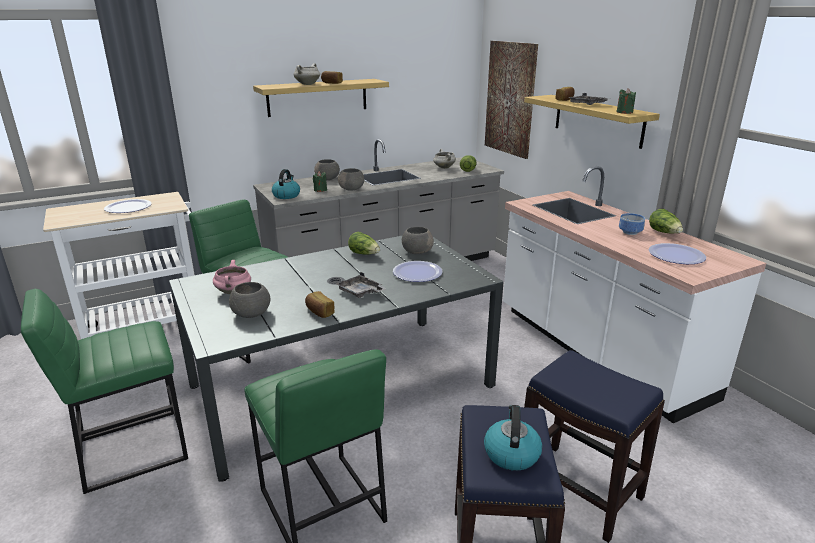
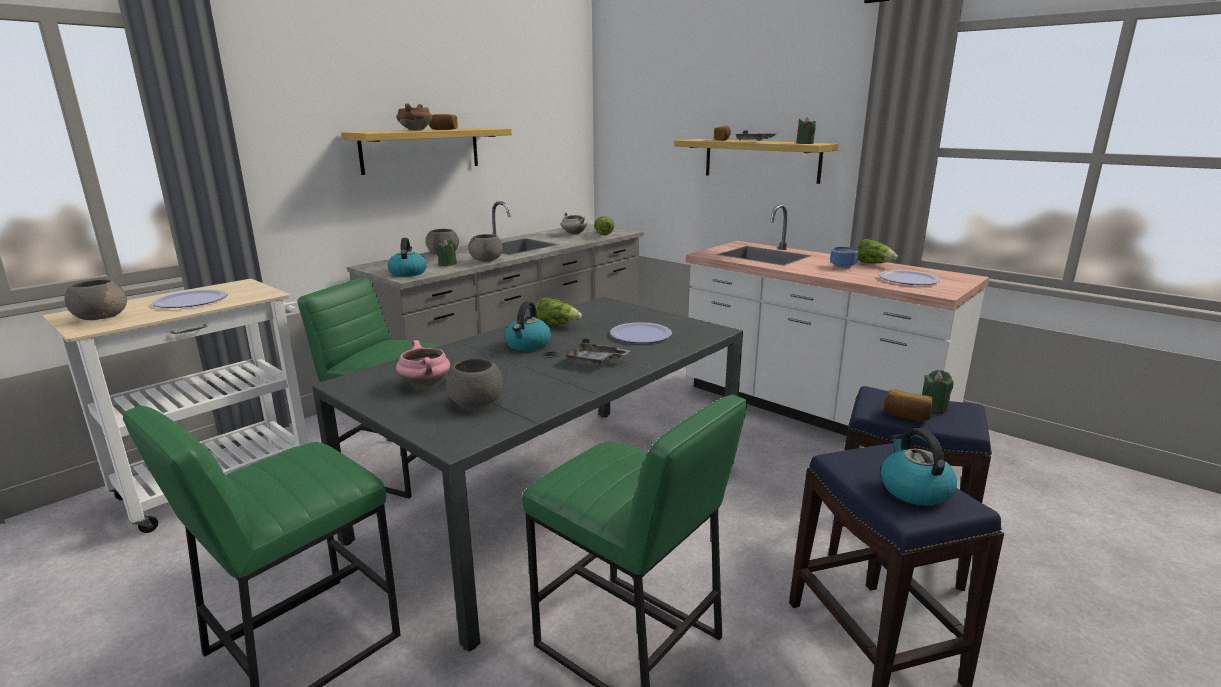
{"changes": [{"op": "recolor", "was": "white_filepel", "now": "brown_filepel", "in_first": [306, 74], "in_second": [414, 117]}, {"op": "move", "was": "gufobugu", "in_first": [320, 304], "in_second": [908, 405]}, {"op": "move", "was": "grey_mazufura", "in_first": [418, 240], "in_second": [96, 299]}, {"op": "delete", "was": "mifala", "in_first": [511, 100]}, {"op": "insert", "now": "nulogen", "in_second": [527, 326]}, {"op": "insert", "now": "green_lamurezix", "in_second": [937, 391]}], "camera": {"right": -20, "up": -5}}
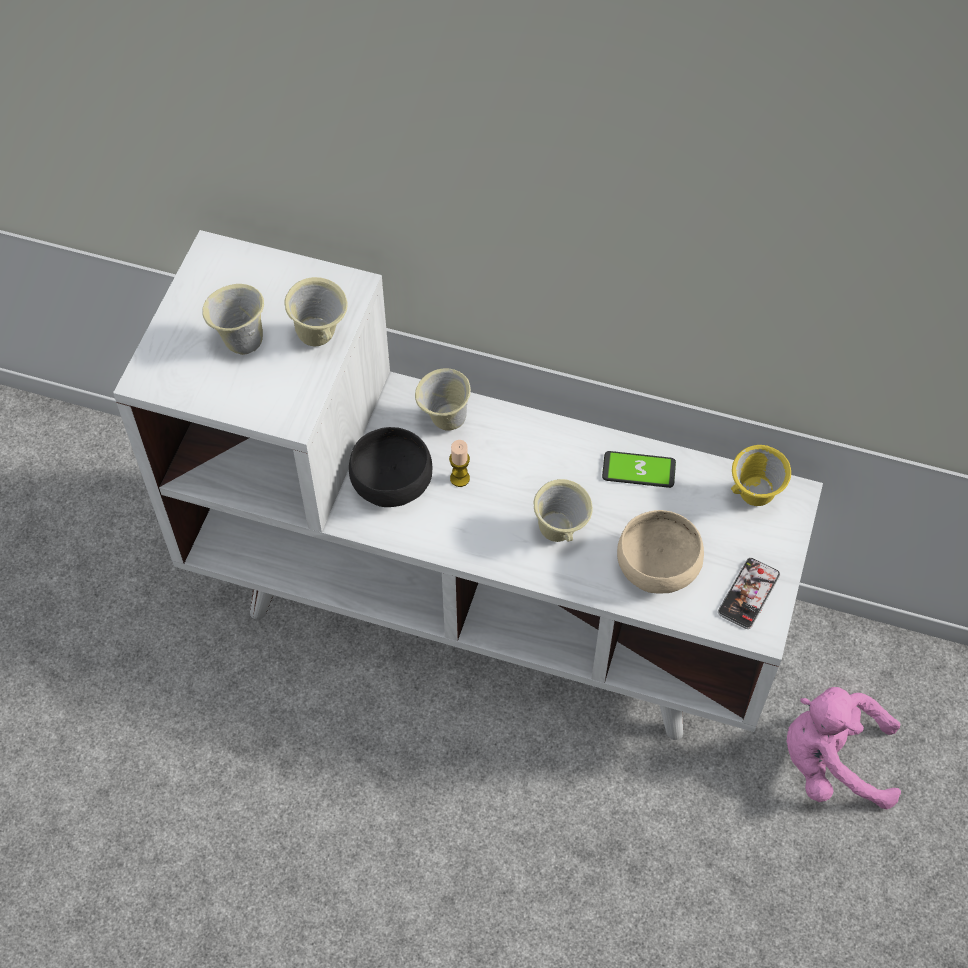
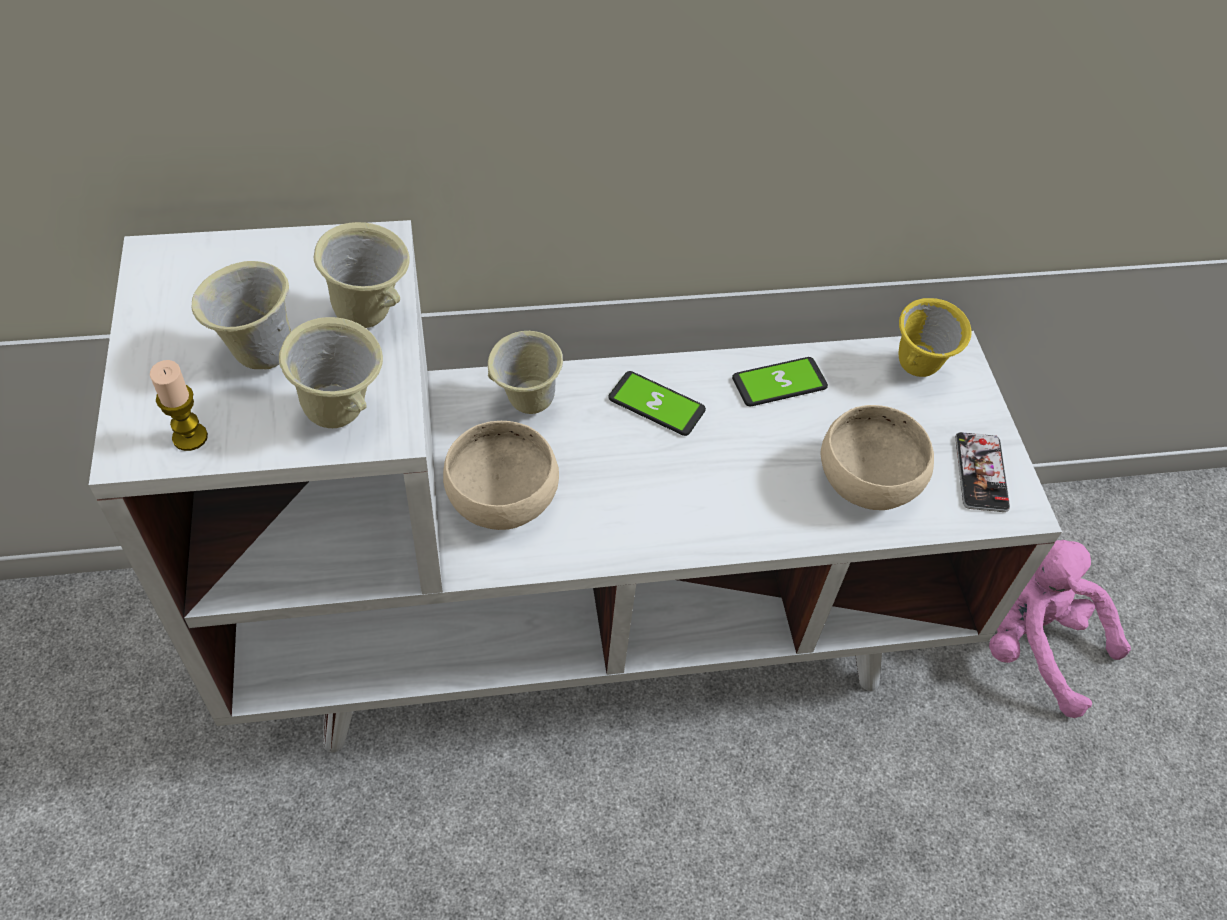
{"changes": [{"op": "recolor", "was": "black_mazufura", "now": "beige_mazufura", "in_first": [390, 467], "in_second": [501, 475]}, {"op": "move", "was": "lamurezix", "in_first": [459, 463], "in_second": [179, 405]}, {"op": "move", "was": "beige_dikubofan", "in_first": [563, 510], "in_second": [331, 372]}, {"op": "rotate", "was": "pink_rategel", "in_first": [843, 748], "in_second": [1060, 629], "clockwise": 60}, {"op": "insert", "now": "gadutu", "in_second": [657, 403]}], "camera": {"right": -30, "up": -5}}
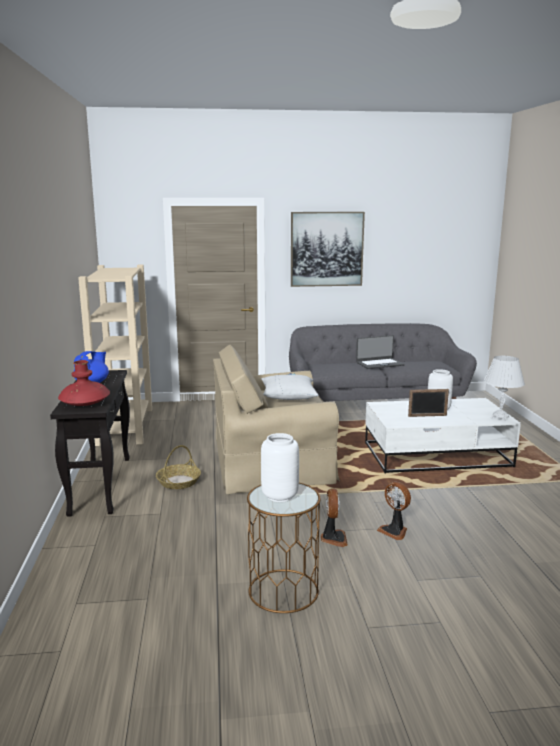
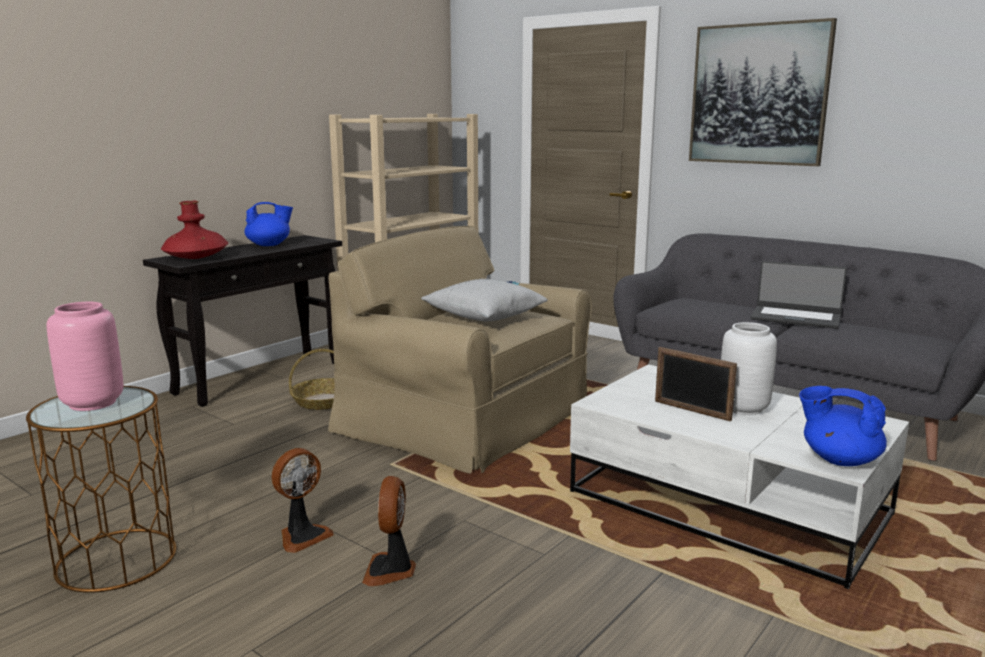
{"changes": [{"op": "recolor", "was": "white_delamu", "now": "pink_delamu", "in_first": [280, 467], "in_second": [85, 356]}, {"op": "replace", "was": "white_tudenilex", "now": "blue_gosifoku", "in_first": [504, 388], "in_second": [843, 426]}], "camera": {"right": 45, "up": 0}}
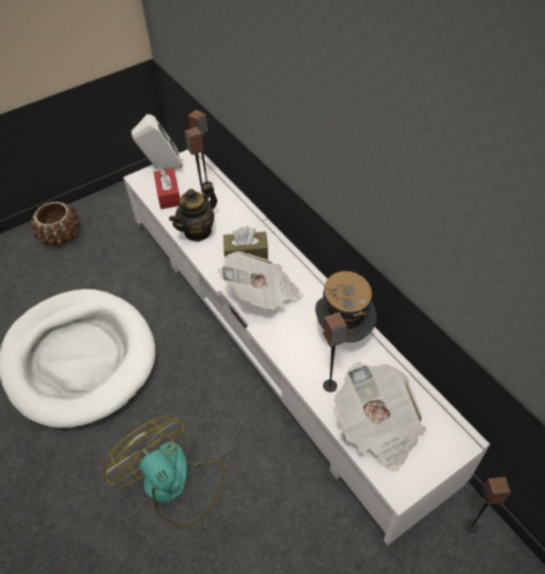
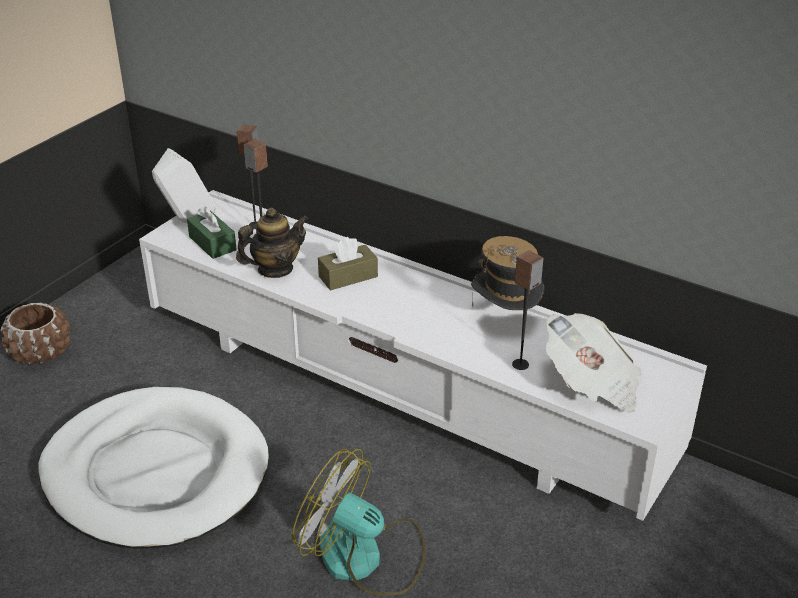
{"changes": [{"op": "recolor", "was": "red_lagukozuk", "now": "green_lagukozuk", "in_first": [167, 188], "in_second": [212, 233]}, {"op": "rotate", "was": "gosifoku", "in_first": [193, 213], "in_second": [272, 242], "clockwise": -135}, {"op": "delete", "was": "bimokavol", "in_first": [260, 281]}, {"op": "delete", "was": "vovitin", "in_first": [488, 505]}], "camera": {"right": -25, "up": -15}}
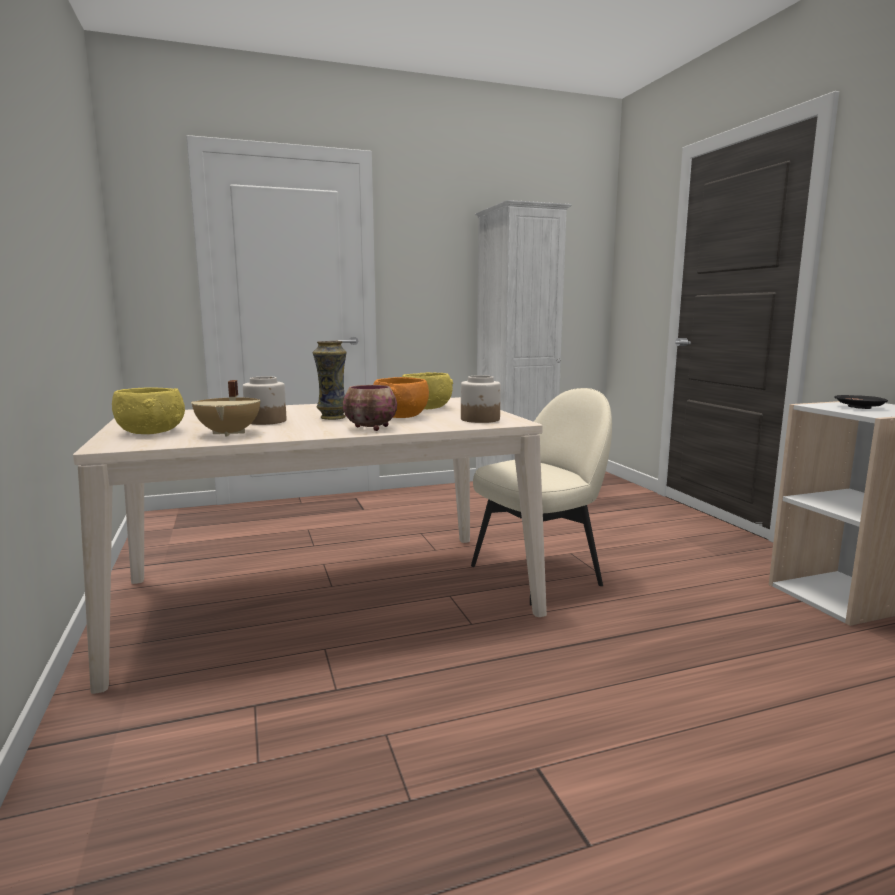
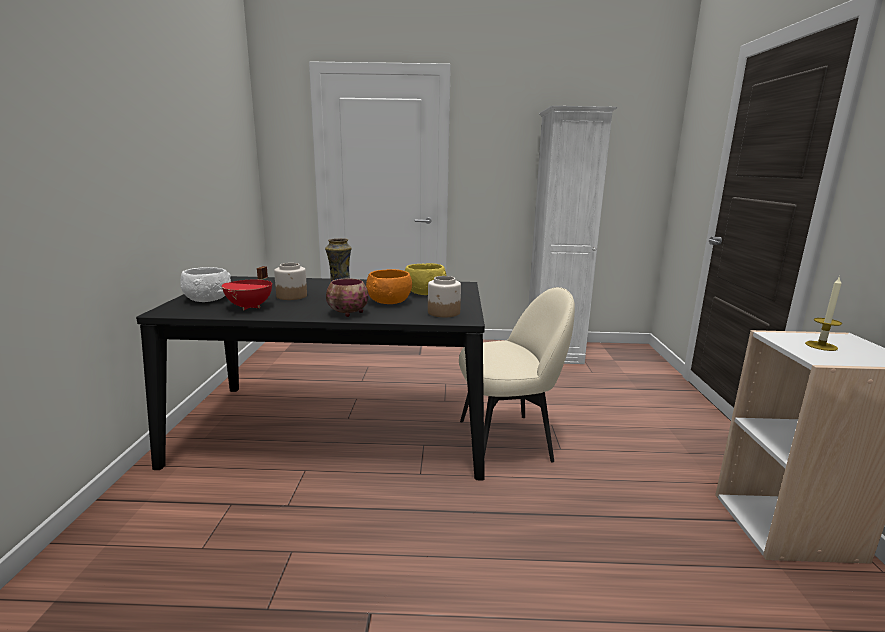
{"changes": [{"op": "recolor", "was": "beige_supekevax", "now": "black_supekevax", "in_first": [310, 545], "in_second": [310, 378]}, {"op": "recolor", "was": "yellow_mazufura", "now": "white_mazufura", "in_first": [148, 410], "in_second": [206, 284]}, {"op": "recolor", "was": "beige_filepel", "now": "red_filepel", "in_first": [226, 408], "in_second": [247, 288]}, {"op": "replace", "was": "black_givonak", "now": "lamurezix", "in_first": [861, 402], "in_second": [823, 313]}], "camera": {"right": 20, "up": 5}}
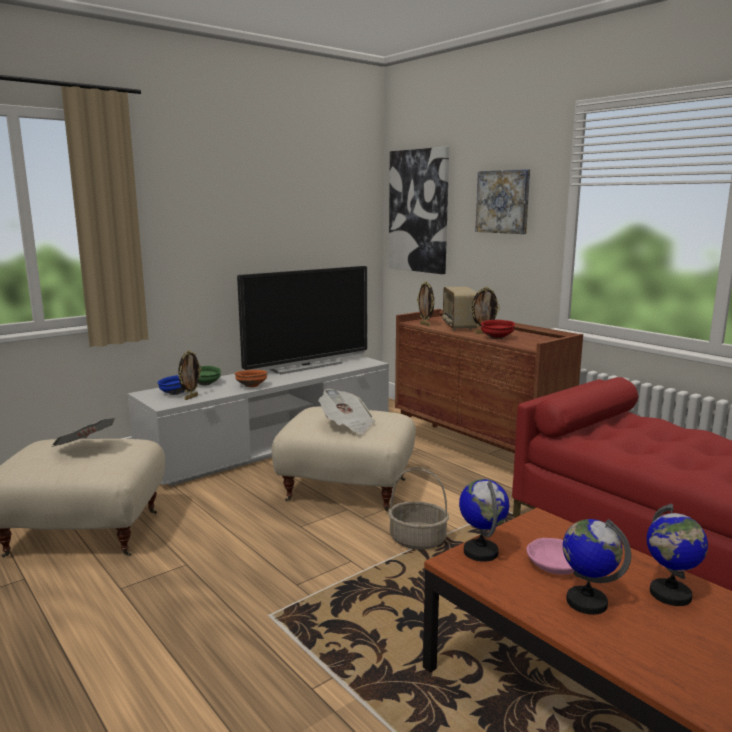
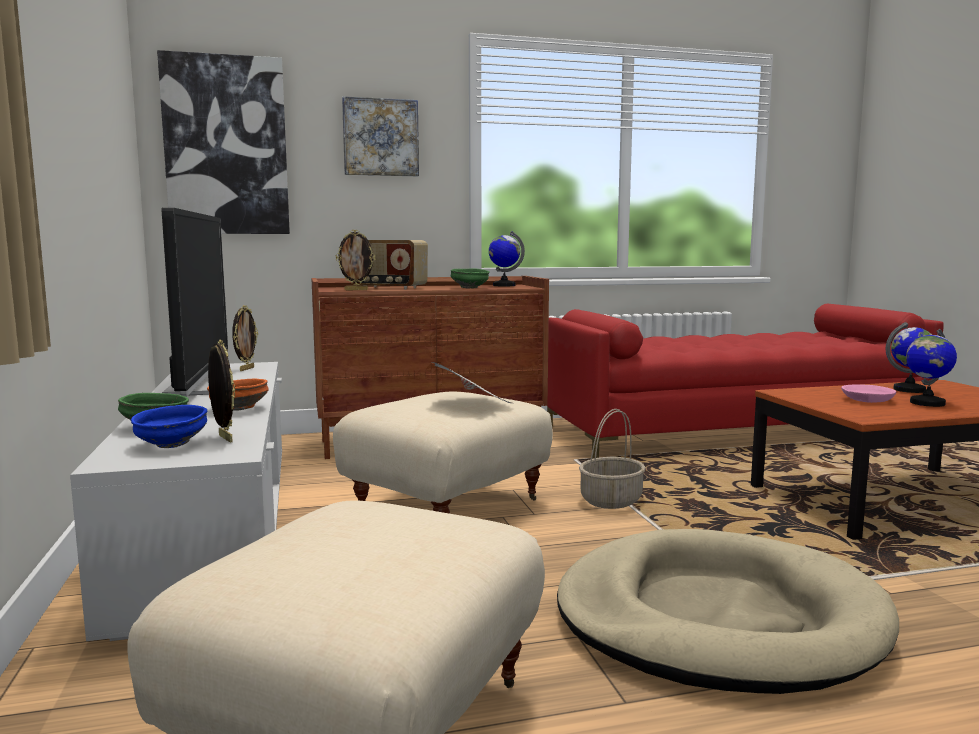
{"changes": [{"op": "delete", "was": "bimokavol", "in_first": [83, 432]}, {"op": "move", "was": "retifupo", "in_first": [484, 520], "in_second": [507, 258]}, {"op": "move", "was": "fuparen", "in_first": [485, 310], "in_second": [245, 338]}, {"op": "recolor", "was": "red_mazufura", "now": "green_mazufura", "in_first": [498, 329], "in_second": [470, 278]}, {"op": "insert", "now": "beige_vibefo", "in_second": [728, 611]}], "camera": {"right": -65, "up": -5}}
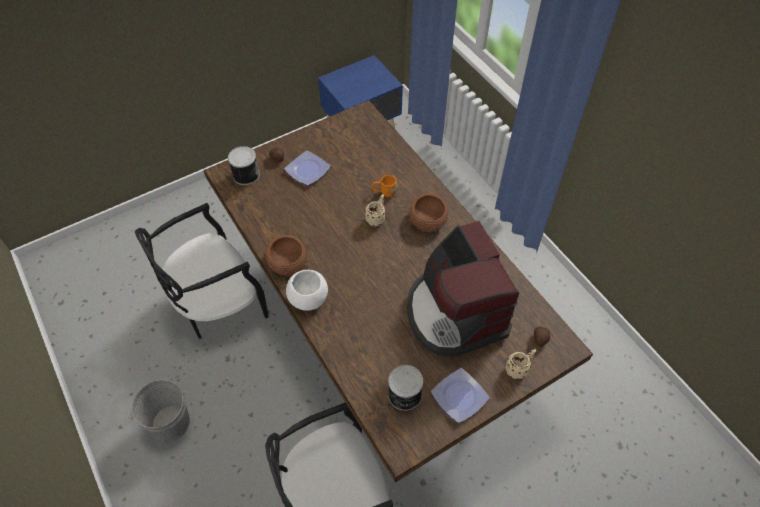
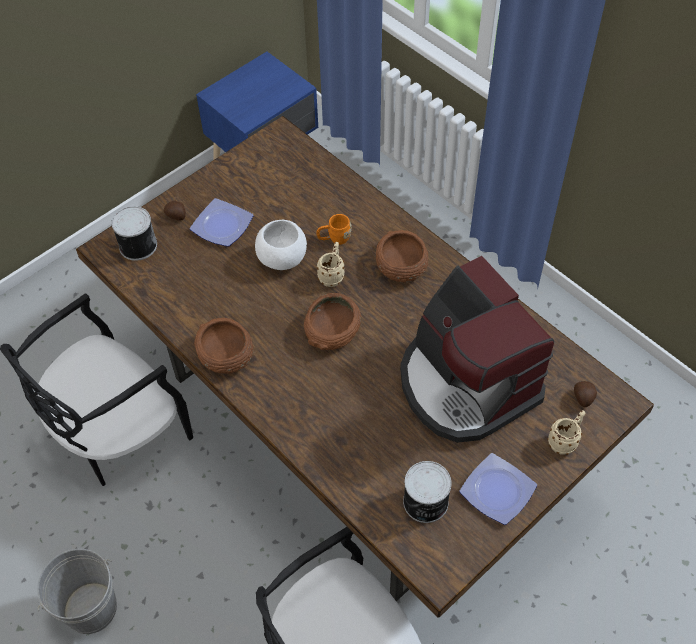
{"changes": [{"op": "move", "was": "white_mazufura", "in_first": [307, 290], "in_second": [281, 245]}, {"op": "insert", "now": "brown_mazufura", "in_second": [332, 321]}], "camera": {"right": -10, "up": 0}}
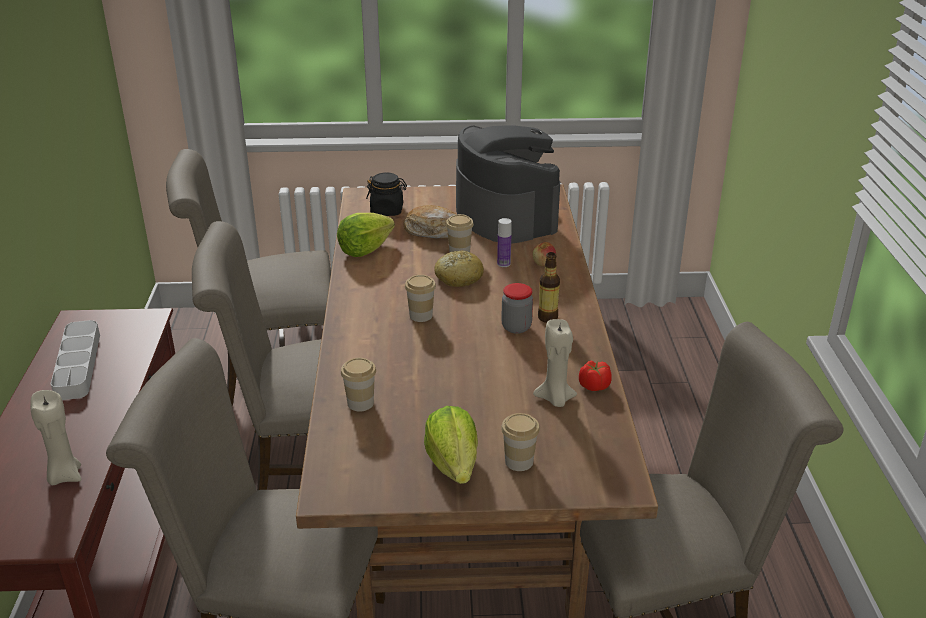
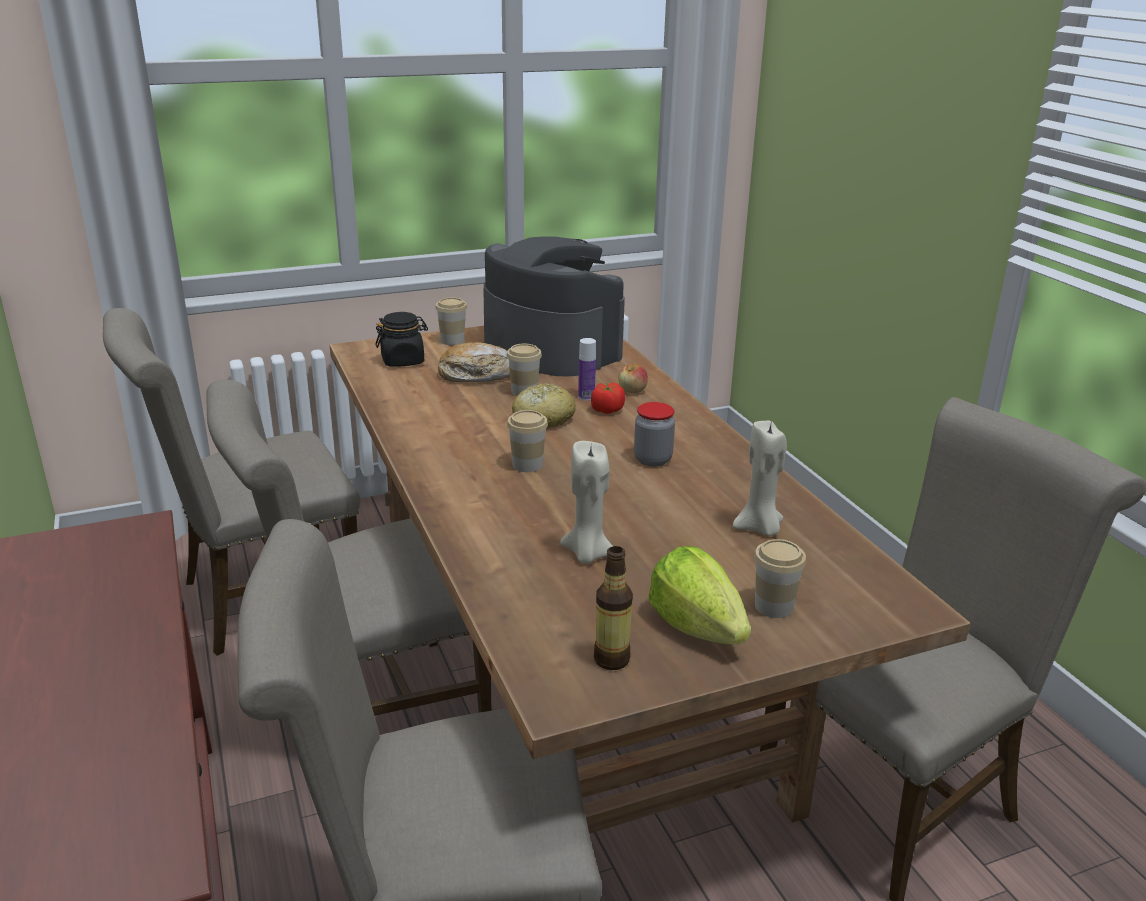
{"changes": [{"op": "move", "was": "beige_lamurezix", "in_first": [55, 437], "in_second": [586, 502]}, {"op": "delete", "was": "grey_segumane", "in_first": [75, 360]}, {"op": "delete", "was": "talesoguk", "in_first": [366, 235]}, {"op": "move", "was": "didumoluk", "in_first": [358, 384], "in_second": [451, 321]}, {"op": "move", "was": "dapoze", "in_first": [549, 287], "in_second": [613, 608]}, {"op": "move", "was": "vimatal", "in_first": [595, 376], "in_second": [608, 398]}], "camera": {"right": -20, "up": -5}}
